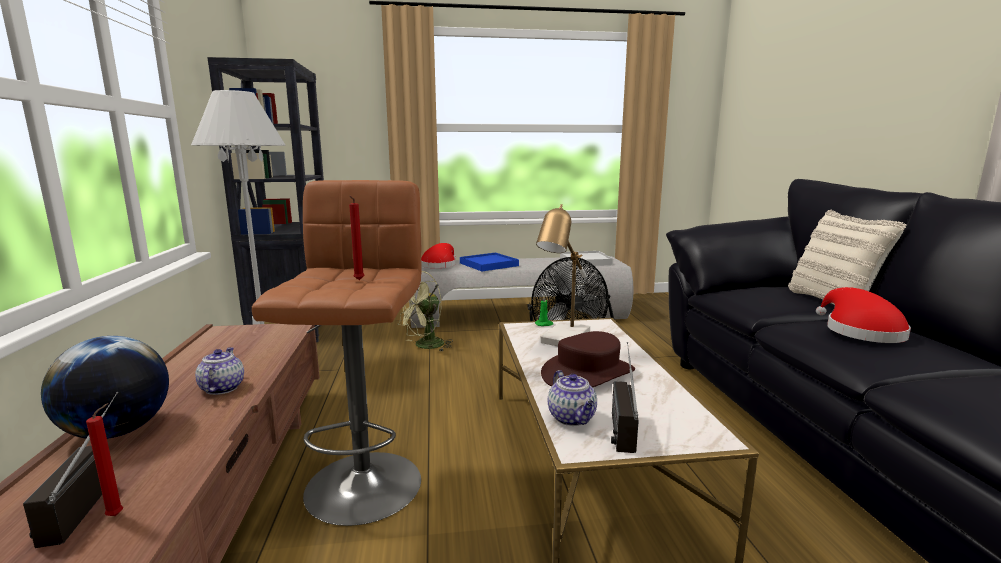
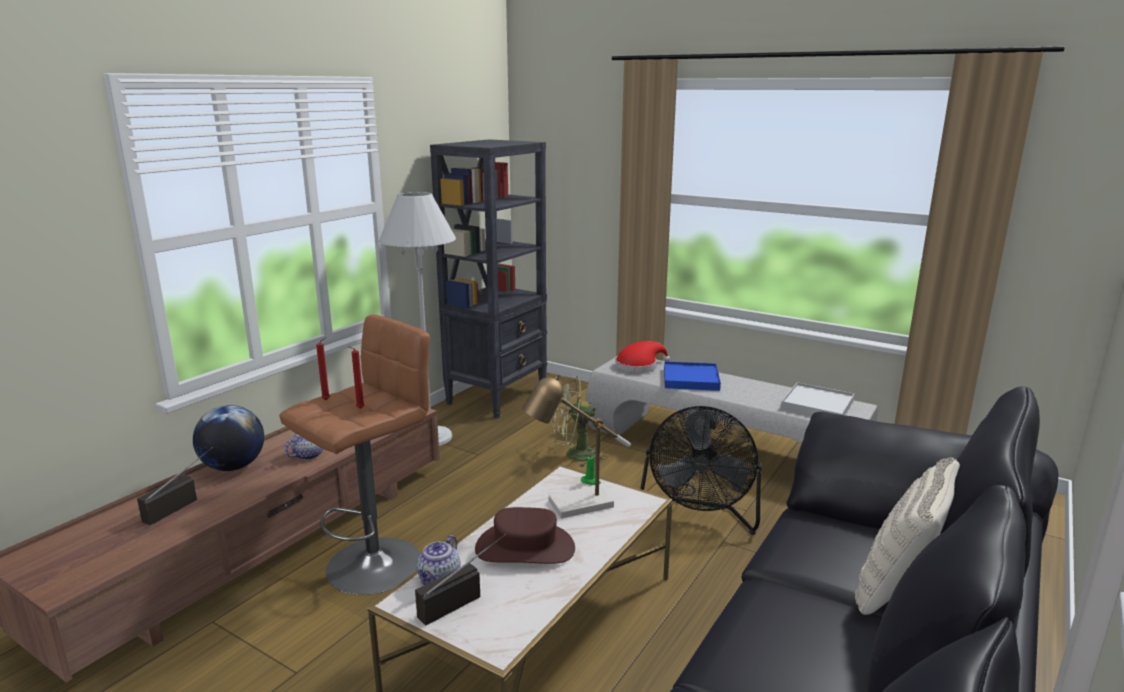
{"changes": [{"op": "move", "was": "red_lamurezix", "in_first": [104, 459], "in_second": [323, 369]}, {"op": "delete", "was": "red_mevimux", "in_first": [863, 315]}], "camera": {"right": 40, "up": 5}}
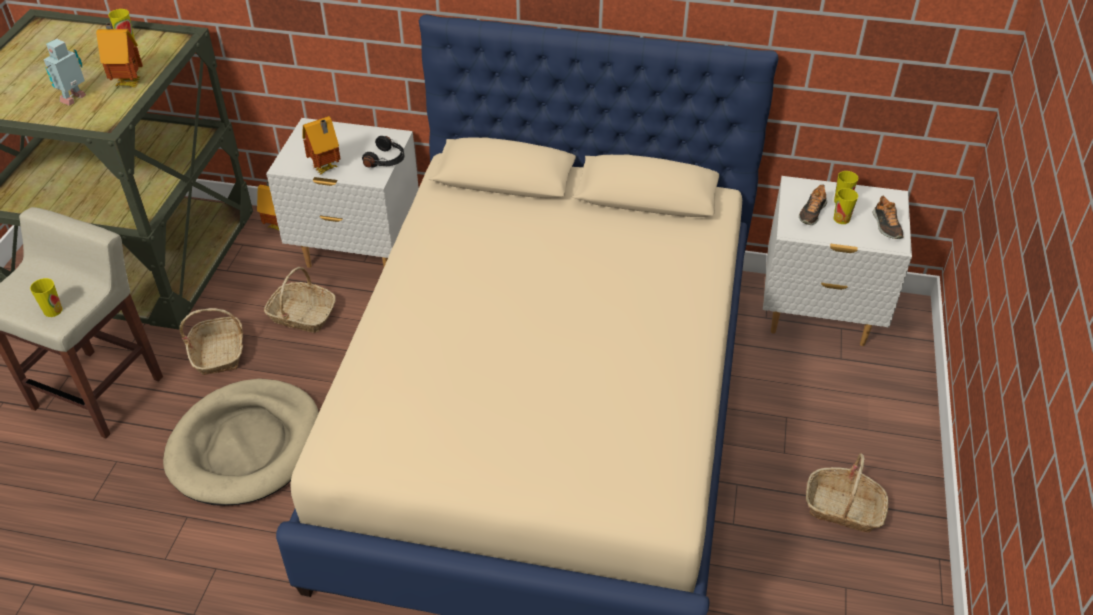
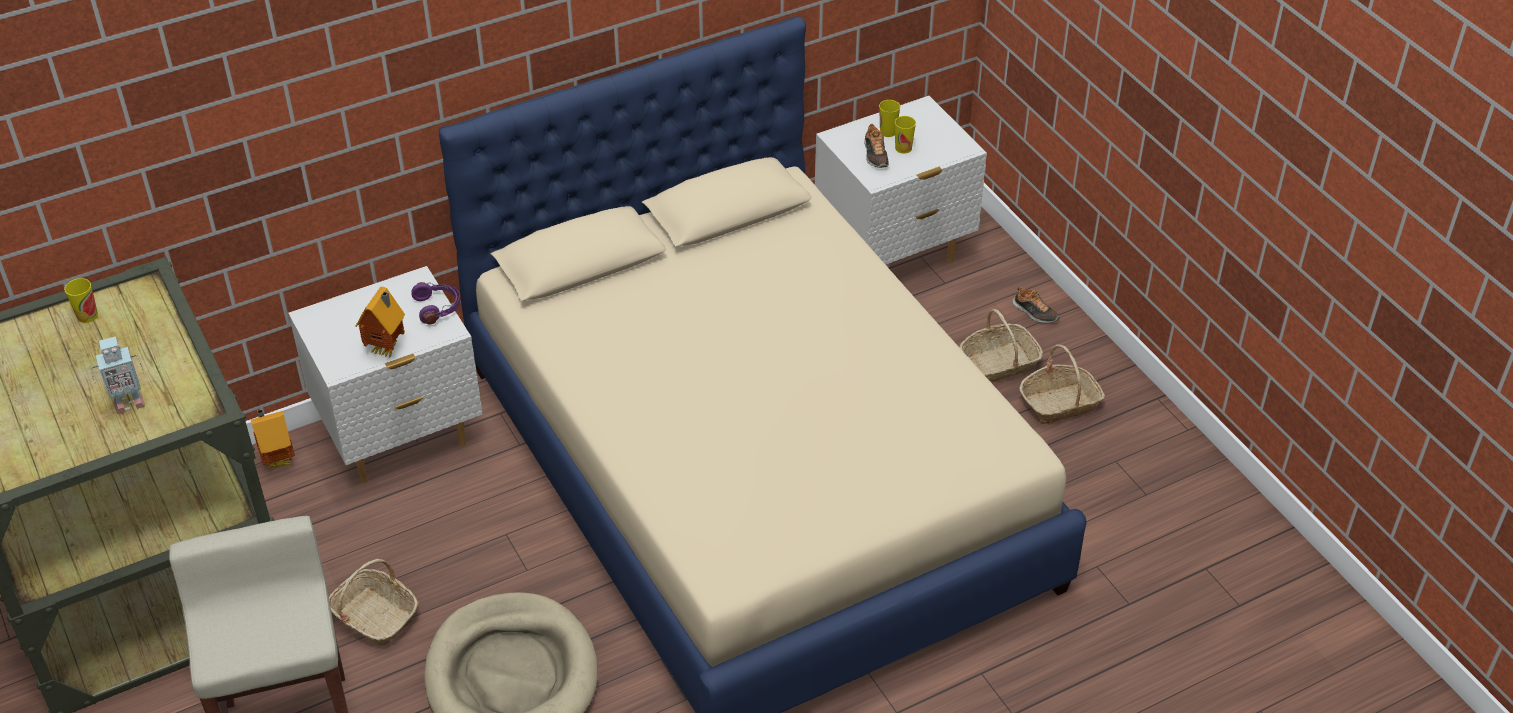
{"changes": [{"op": "delete", "was": "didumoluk", "in_first": [46, 297]}, {"op": "rotate", "was": "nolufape", "in_first": [65, 72], "in_second": [117, 375], "clockwise": -105}, {"op": "delete", "was": "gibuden", "in_first": [119, 55]}, {"op": "move", "was": "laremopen", "in_first": [300, 300], "in_second": [1001, 345]}, {"op": "recolor", "was": "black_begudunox", "now": "purple_begudunox", "in_first": [383, 152], "in_second": [436, 303]}, {"op": "move", "was": "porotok", "in_first": [888, 217], "in_second": [1036, 305]}], "camera": {"right": -40, "up": 0}}
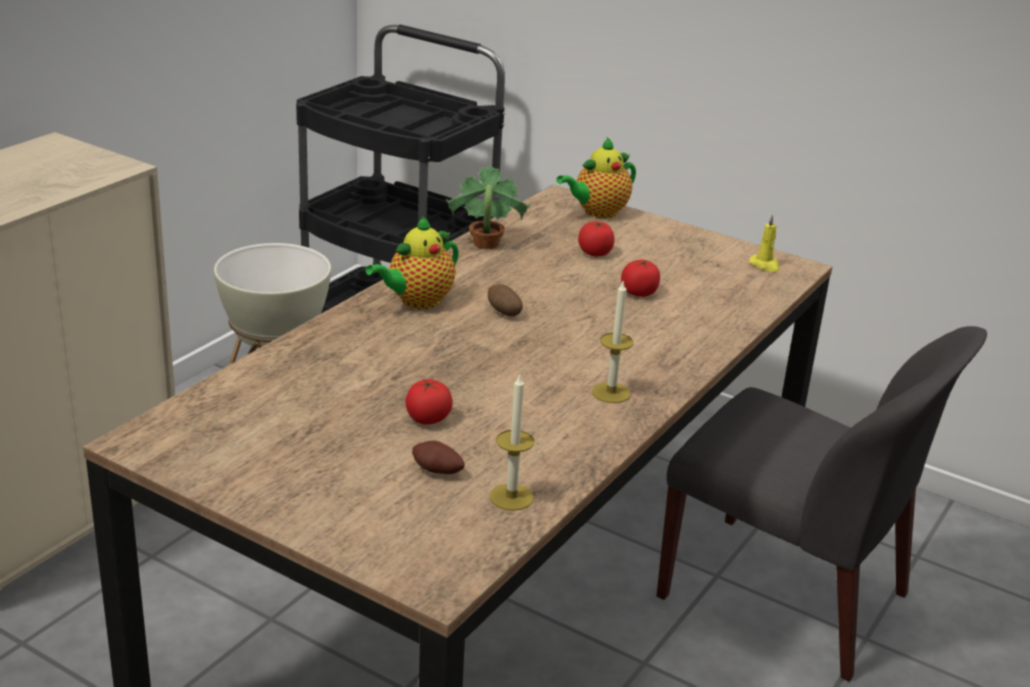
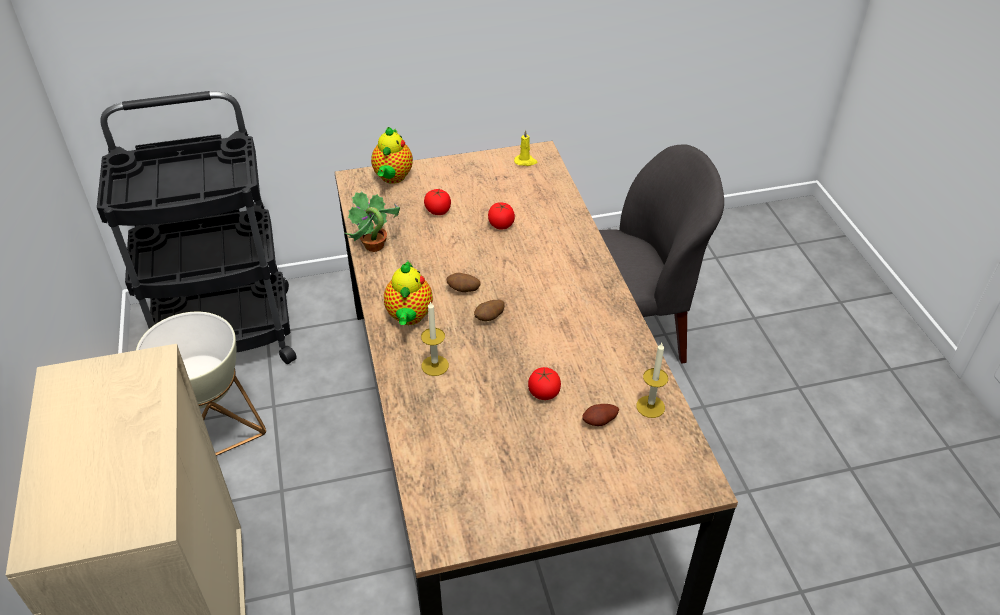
{"changes": [{"op": "move", "was": "lamurezix", "in_first": [613, 341], "in_second": [435, 338]}, {"op": "insert", "now": "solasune", "in_second": [489, 310]}], "camera": {"right": -45, "up": 15}}
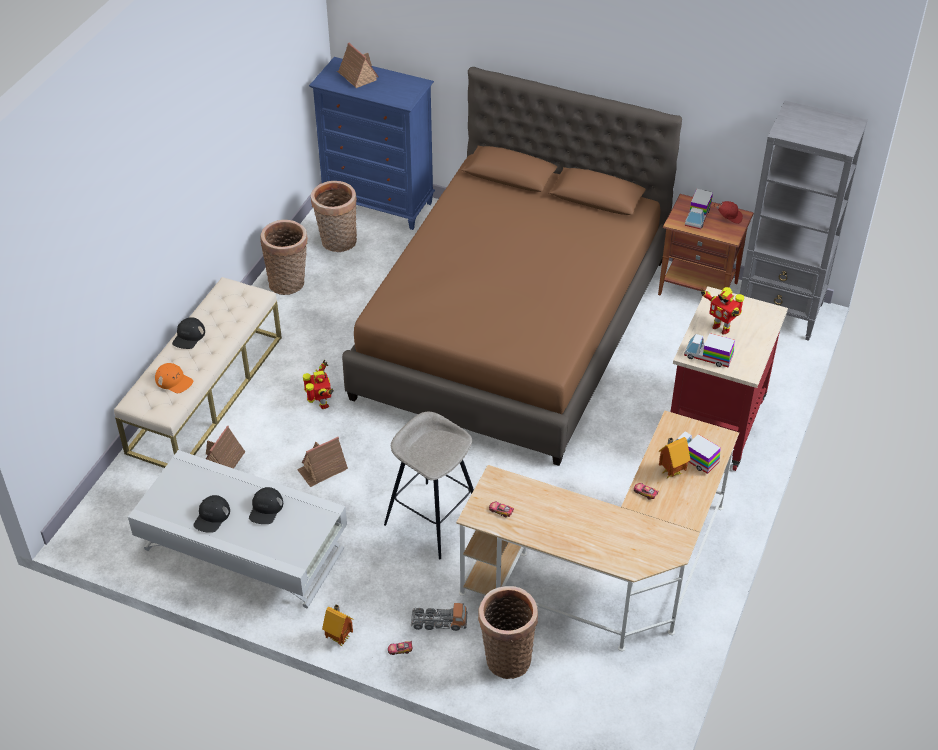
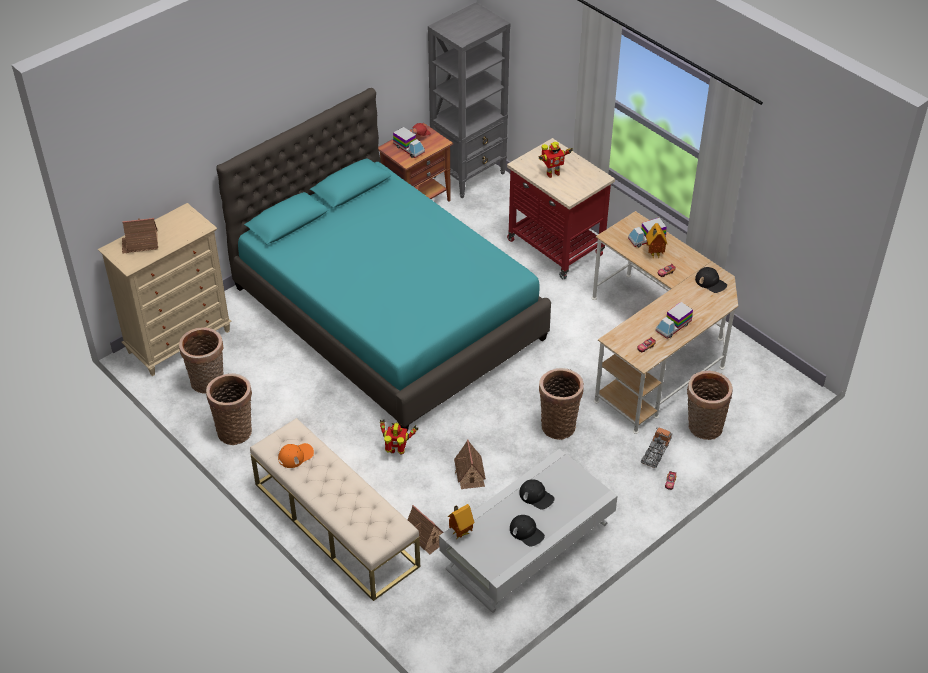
{"changes": [{"op": "move", "was": "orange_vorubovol", "in_first": [174, 378], "in_second": [296, 455]}, {"op": "move", "was": "black_vorubovol", "in_first": [188, 333], "in_second": [711, 280]}, {"op": "recolor", "was": "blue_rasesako", "now": "beige_rasesako", "in_first": [372, 143], "in_second": [165, 289]}, {"op": "move", "was": "gibuden", "in_first": [338, 625], "in_second": [461, 521]}, {"op": "recolor", "was": "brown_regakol", "now": "turquoise_regakol", "in_first": [512, 266], "in_second": [383, 260]}, {"op": "replace", "was": "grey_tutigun", "now": "laremopen", "in_first": [429, 485], "in_second": [561, 404]}, {"op": "move", "was": "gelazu", "in_first": [709, 350], "in_second": [674, 320]}], "camera": {"right": -65, "up": 0}}
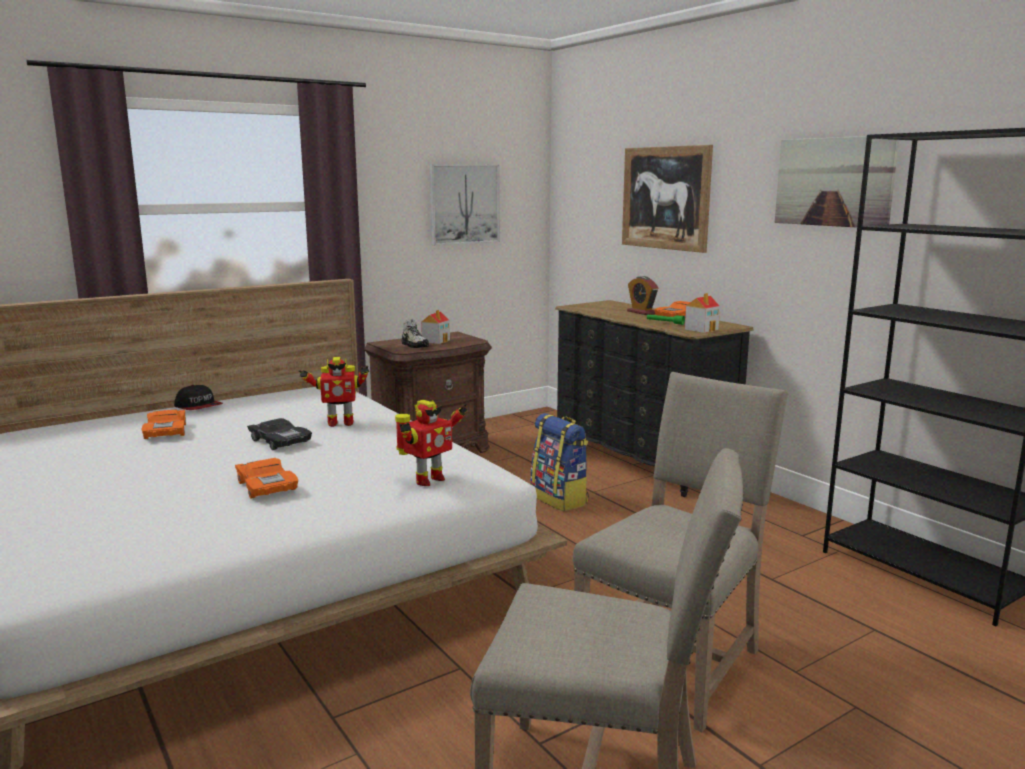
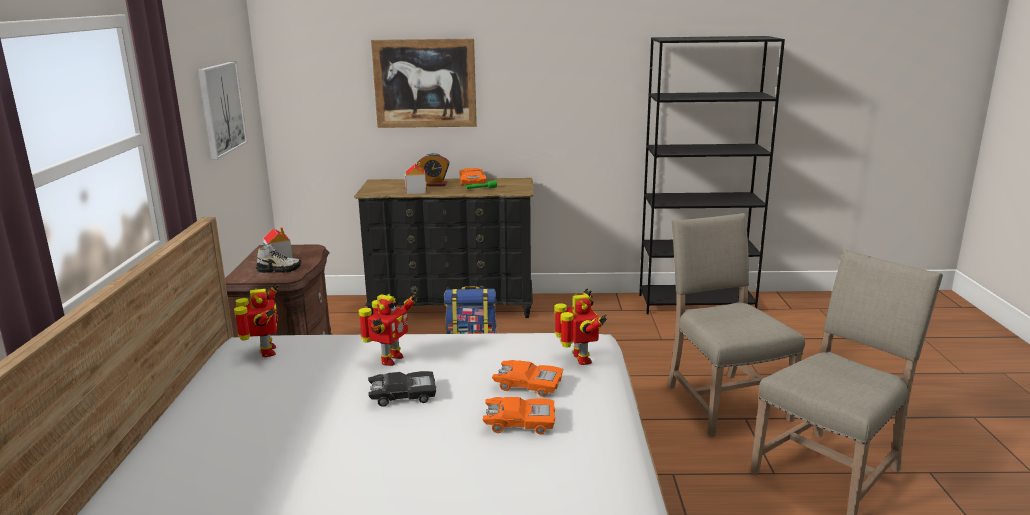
{"changes": [{"op": "move", "was": "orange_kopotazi", "in_first": [164, 424], "in_second": [527, 378]}, {"op": "delete", "was": "vorubovol", "in_first": [198, 397]}, {"op": "move", "was": "gibuden", "in_first": [702, 313], "in_second": [416, 178]}, {"op": "delete", "was": "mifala", "in_first": [836, 182]}, {"op": "insert", "now": "nolufape", "in_second": [257, 320]}], "camera": {"right": -55, "up": 5}}
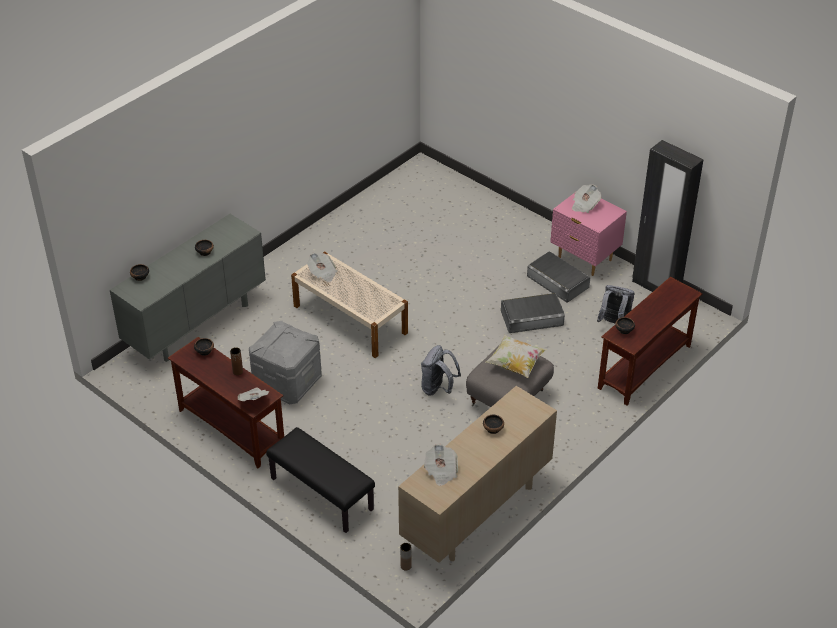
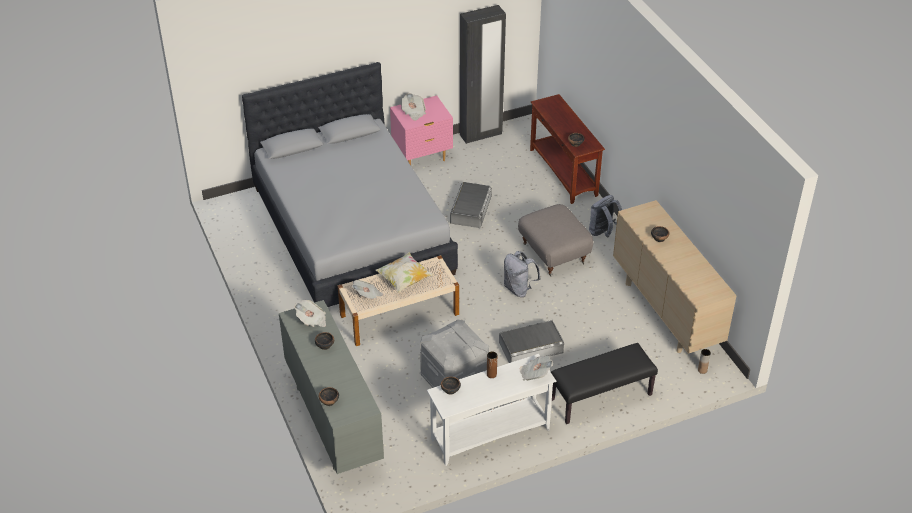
{"changes": [{"op": "recolor", "was": "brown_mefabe", "now": "white_mefabe", "in_first": [226, 402], "in_second": [491, 410]}, {"op": "move", "was": "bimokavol", "in_first": [441, 465], "in_second": [310, 313]}, {"op": "move", "was": "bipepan", "in_first": [516, 356], "in_second": [405, 272]}, {"op": "move", "was": "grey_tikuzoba", "in_first": [558, 277], "in_second": [531, 341]}, {"op": "move", "was": "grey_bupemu", "in_first": [616, 304], "in_second": [605, 216]}, {"op": "insert", "now": "grey_regakol", "in_second": [350, 184]}], "camera": {"right": -65, "up": 0}}
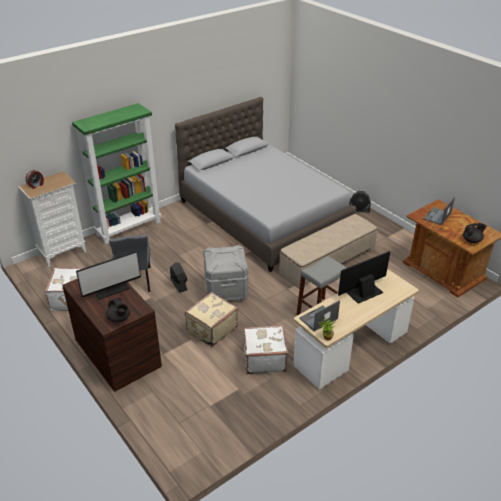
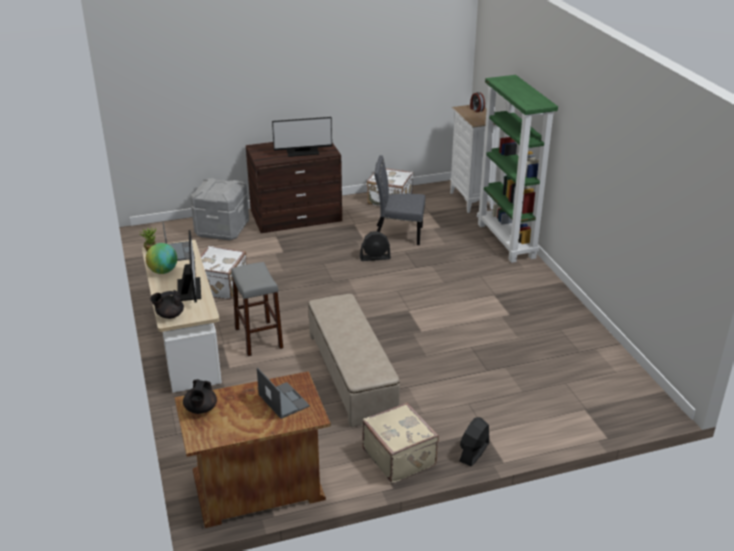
{"changes": [{"op": "rotate", "was": "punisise", "in_first": [108, 275], "in_second": [302, 137], "clockwise": -90}, {"op": "move", "was": "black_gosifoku", "in_first": [118, 310], "in_second": [167, 304]}, {"op": "delete", "was": "grey_regakol", "in_first": [265, 184]}, {"op": "move", "was": "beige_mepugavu", "in_first": [211, 319], "in_second": [401, 443]}, {"op": "move", "was": "grey_tikuzoba", "in_first": [226, 273], "in_second": [219, 209]}, {"op": "insert", "now": "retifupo", "in_second": [161, 258]}], "camera": {"right": 110, "up": -5}}
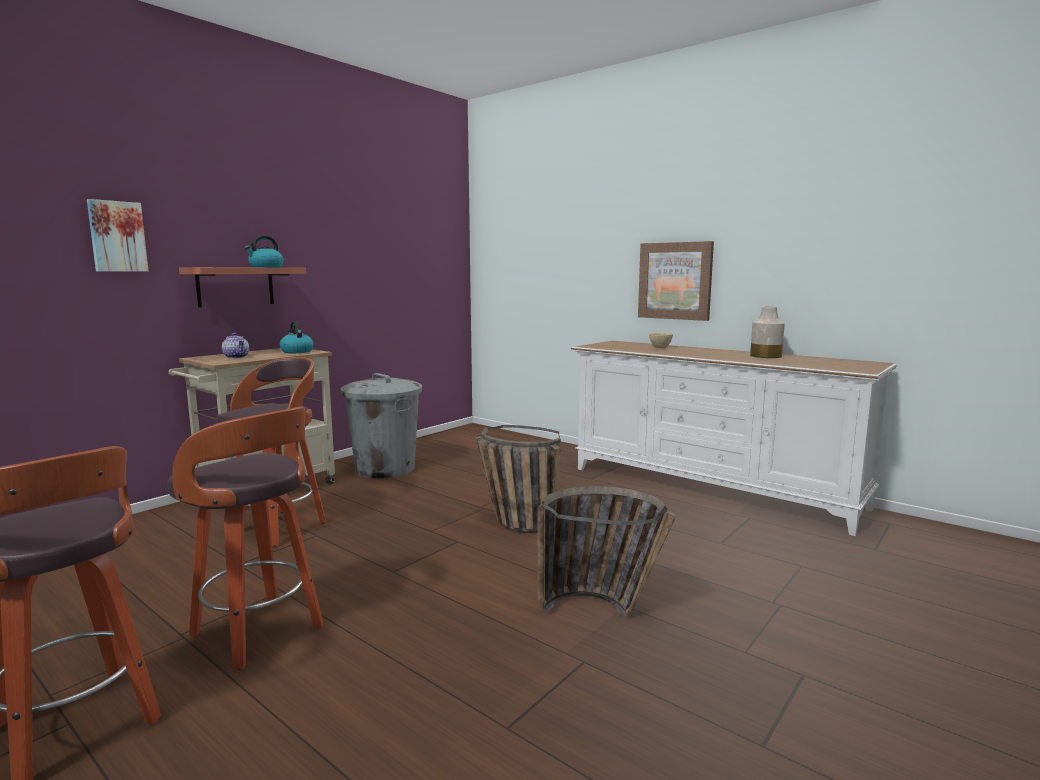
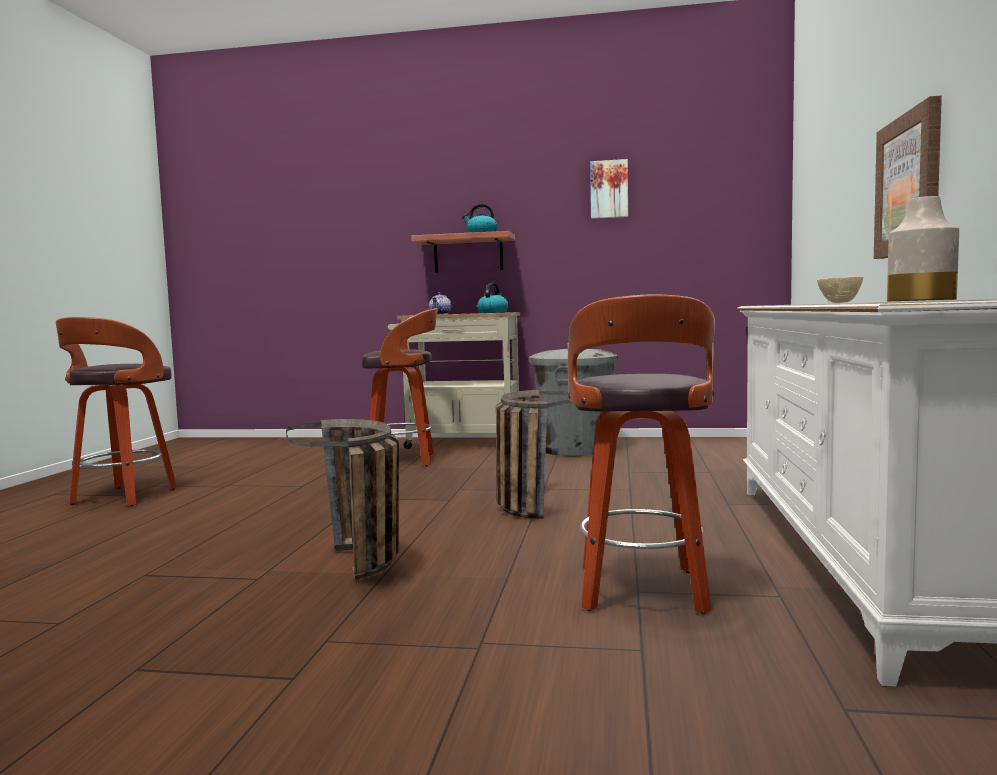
{"changes": [{"op": "move", "was": "mifala", "in_first": [117, 235], "in_second": [609, 189]}, {"op": "move", "was": "tutigun", "in_first": [245, 538], "in_second": [641, 454]}], "camera": {"right": 60, "up": -5}}
